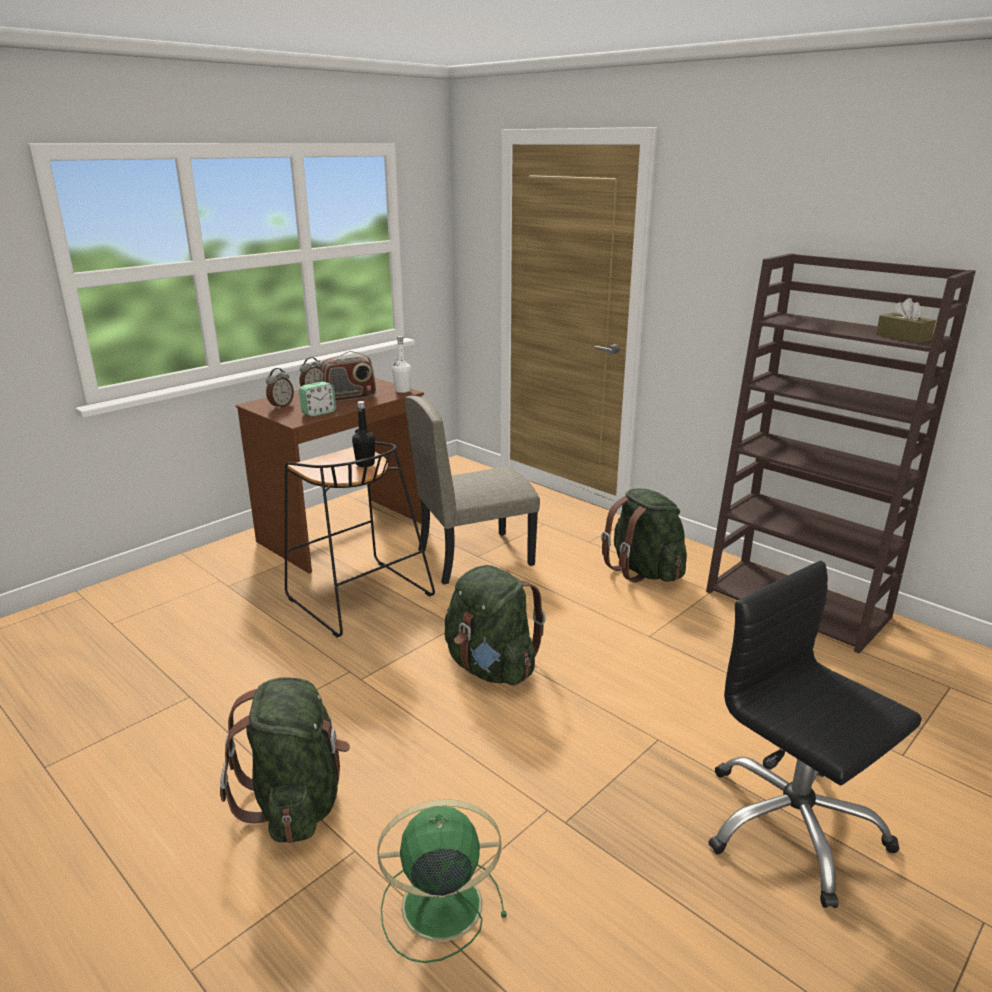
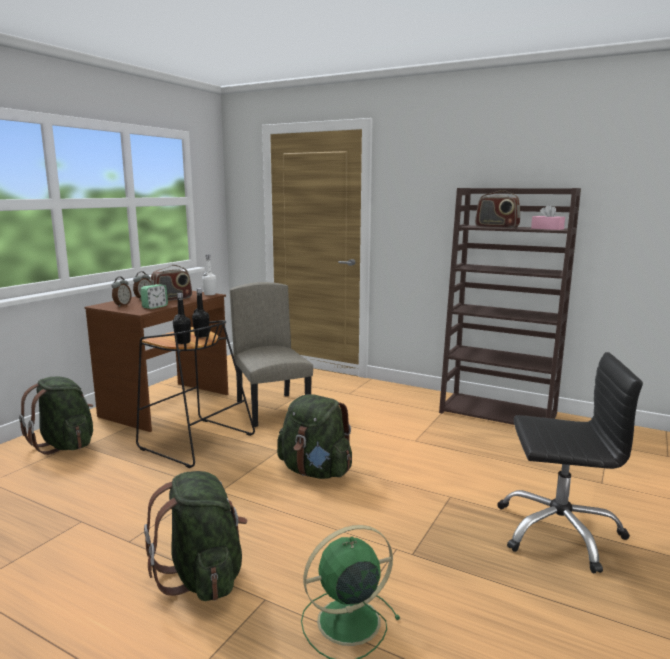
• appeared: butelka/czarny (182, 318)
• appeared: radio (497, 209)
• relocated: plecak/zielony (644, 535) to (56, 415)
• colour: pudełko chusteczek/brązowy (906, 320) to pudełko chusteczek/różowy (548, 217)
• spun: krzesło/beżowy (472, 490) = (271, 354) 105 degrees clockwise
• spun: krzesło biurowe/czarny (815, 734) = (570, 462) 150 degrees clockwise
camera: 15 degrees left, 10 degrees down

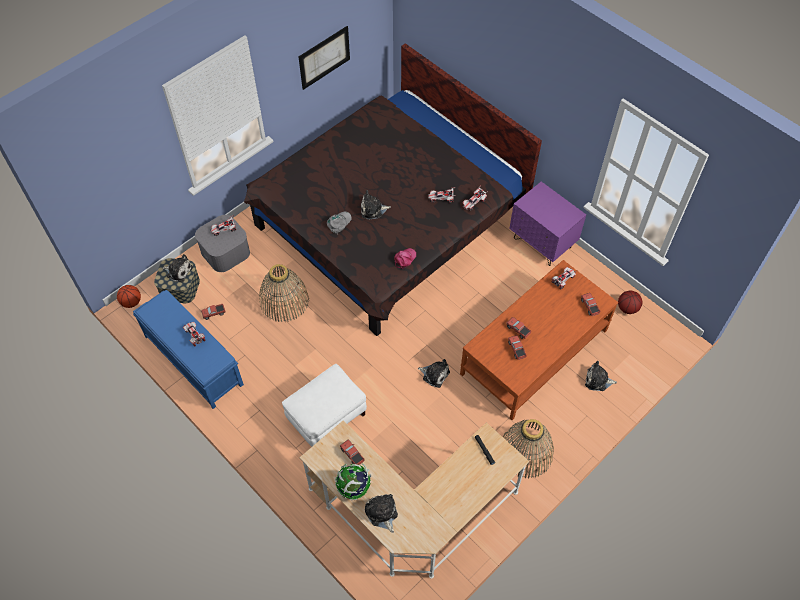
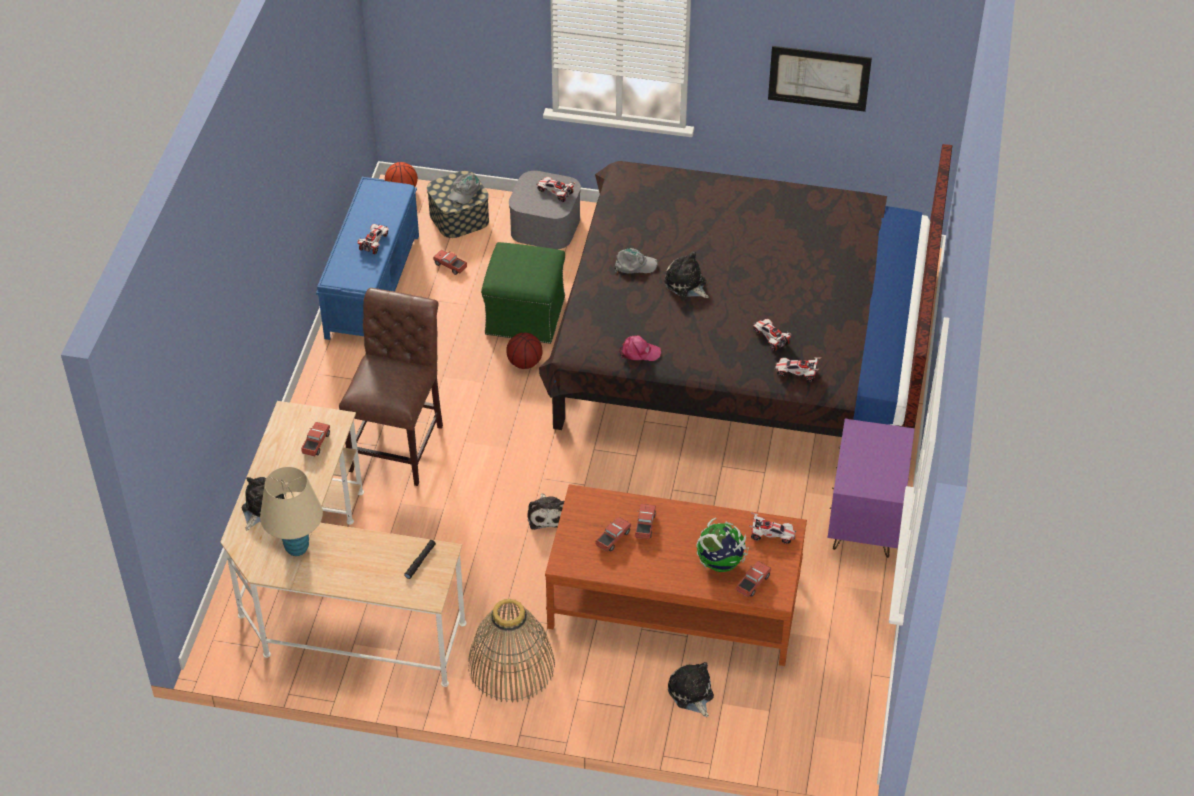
• appeared: lampa stołowa/beżowy (291, 511)
• relocated: globus (353, 481) to (723, 545)
• relocated: piłka do koszykówki (630, 302) to (524, 351)
• exchanged: pluszak (177, 268) to czapka z daszkiem/szary (464, 189)
• exchanged: koszyk (284, 293) to pufa/zielony (523, 293)
• exchanged: pufa/biały (324, 405) to krzesło/brązowy (391, 387)
camera: 55 degrees right, 10 degrees down

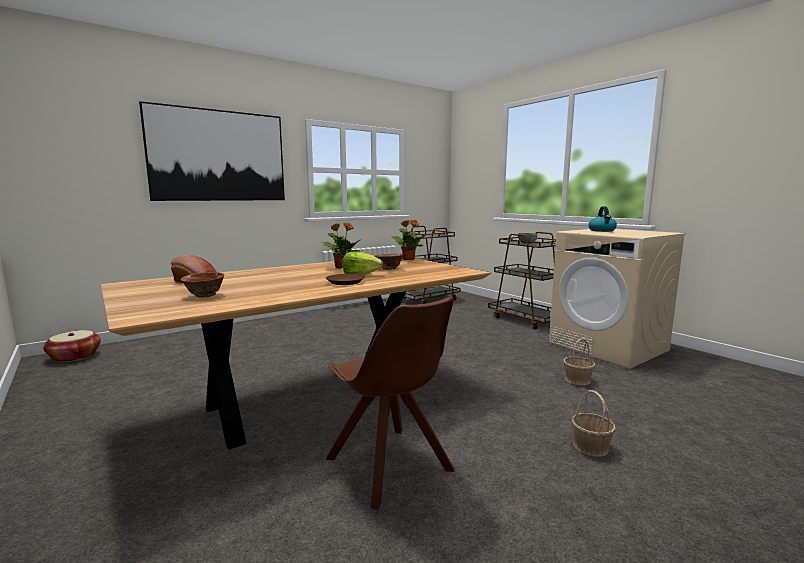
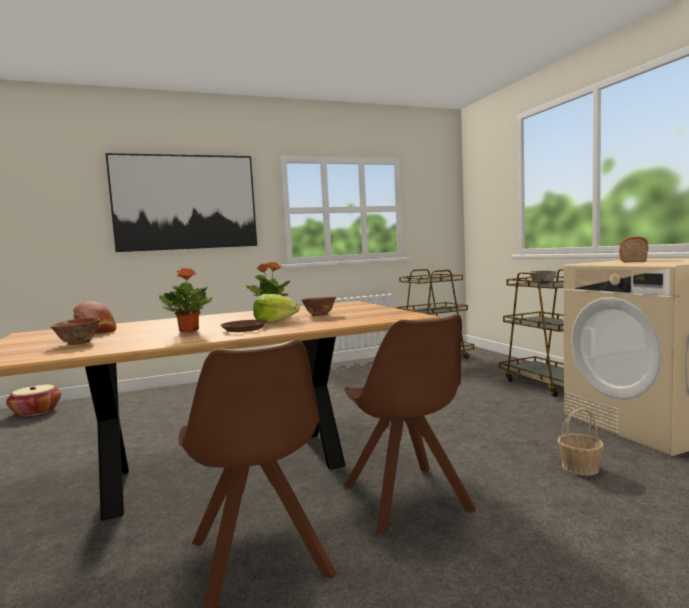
• missing: koszyk (594, 423)
• appeared: krzesło/brązowy (409, 424)
• relocated: roślina doniczkowa (409, 240) to (185, 300)
• exchanged: czajnik (603, 219) to chleb (634, 249)
camera: 15 degrees right, 5 degrees down

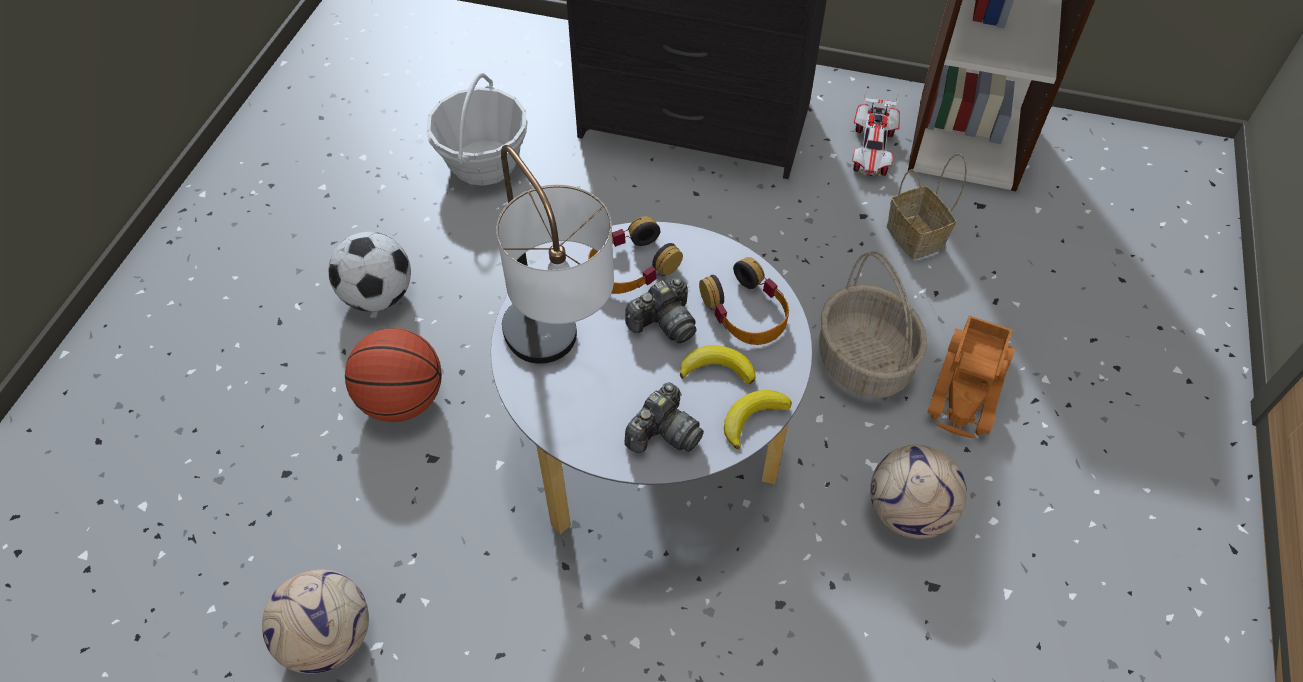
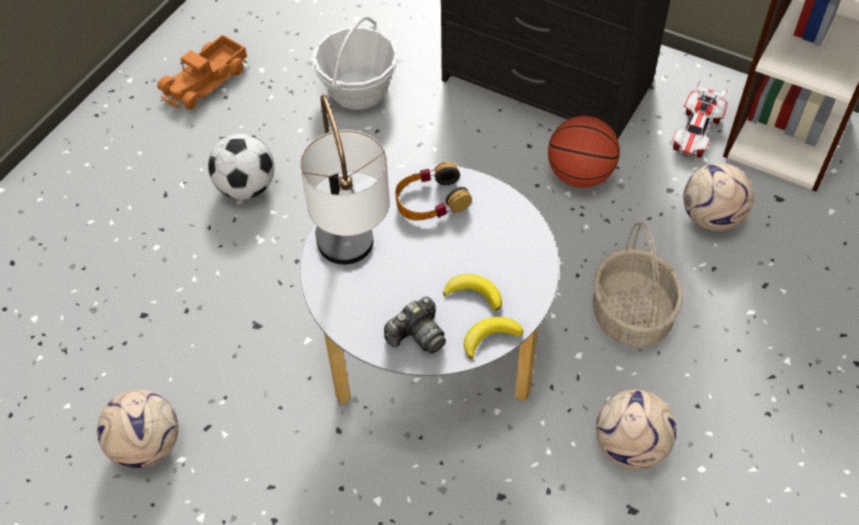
• missing: aparat fotograficzny (660, 310)
• missing: słuchawki (744, 301)
• relocated: piłka do koszykówki (393, 375) to (584, 152)
• relocated: ciężarówka zabawkowa (971, 376) to (202, 71)
• exchanged: koszyk (927, 206) to piłka futbolowa (718, 197)
camera: 15 degrees right, 0 degrees up

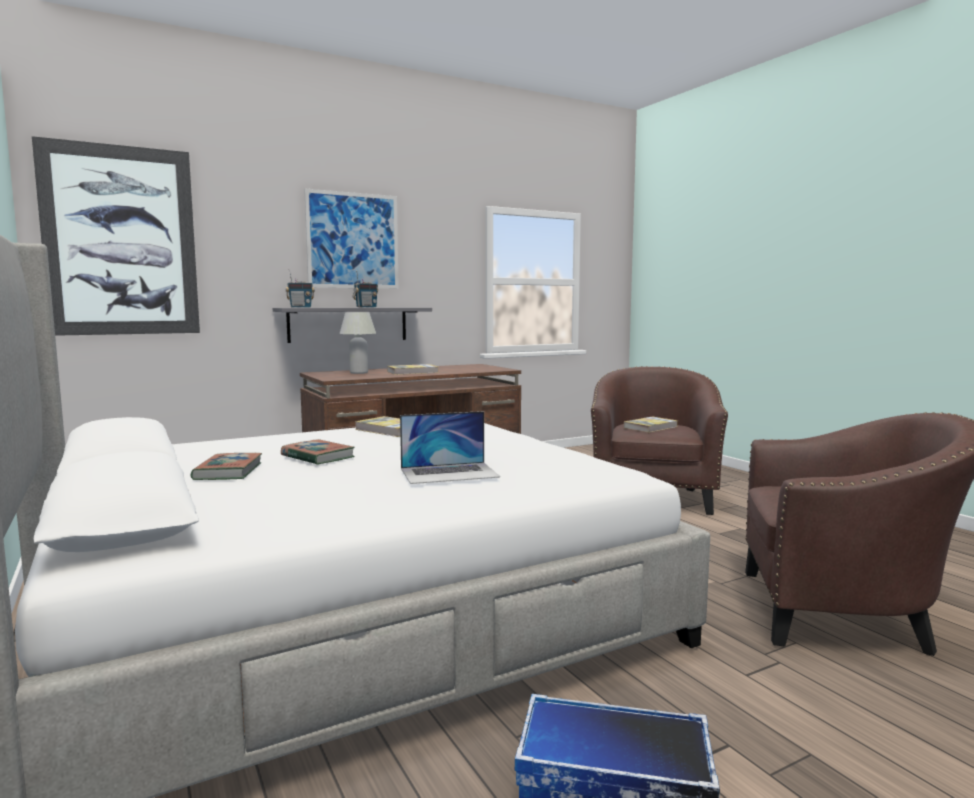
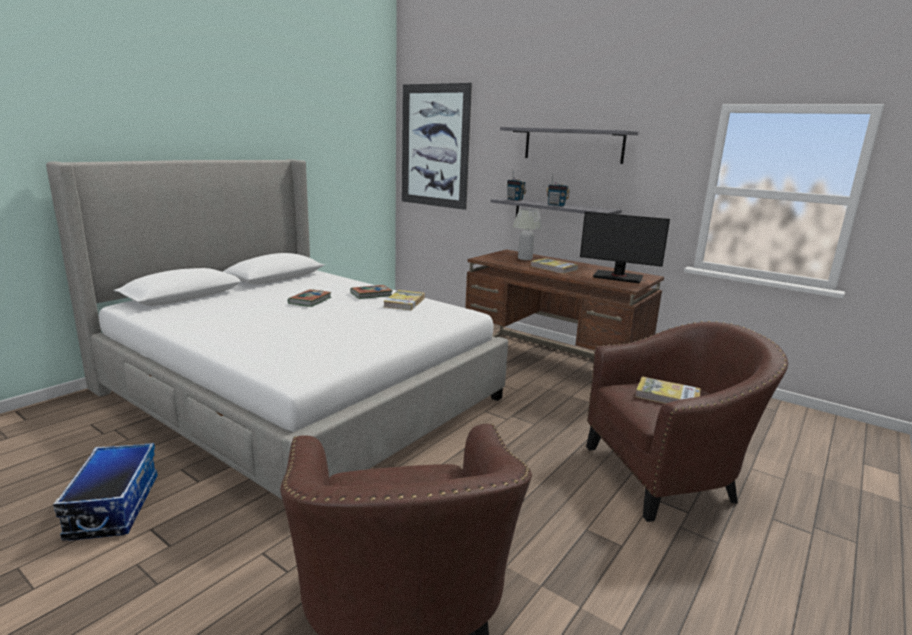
• missing: laptop (450, 447)
• appeared: monitor (625, 247)
• relocated: książka (226, 466) to (371, 292)
• exchanged: obraz (351, 239) to półka/szary (569, 145)
camera: 65 degrees right, 10 degrees up

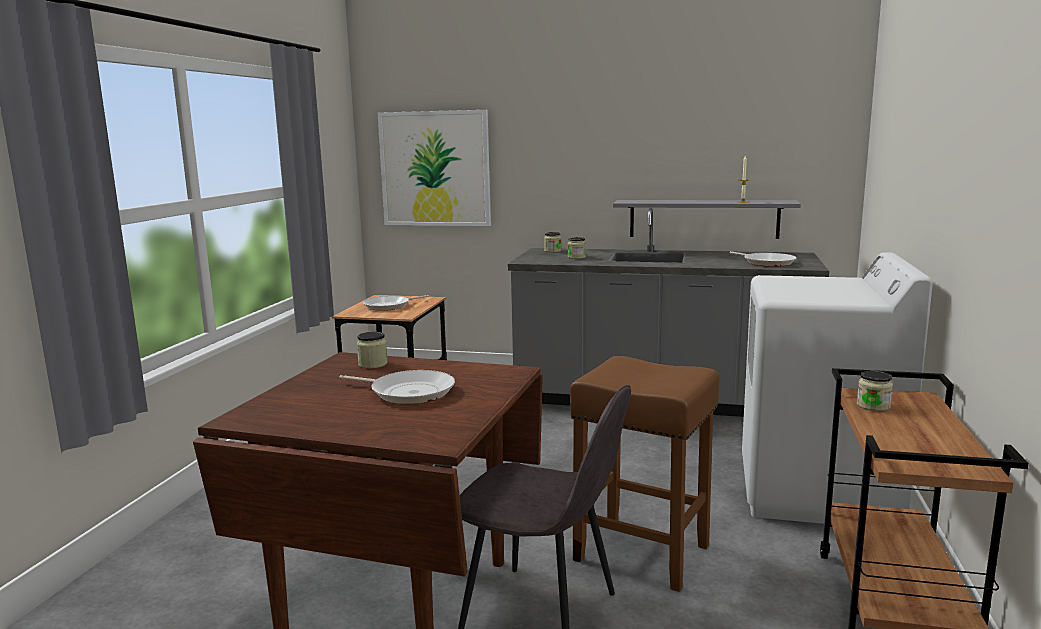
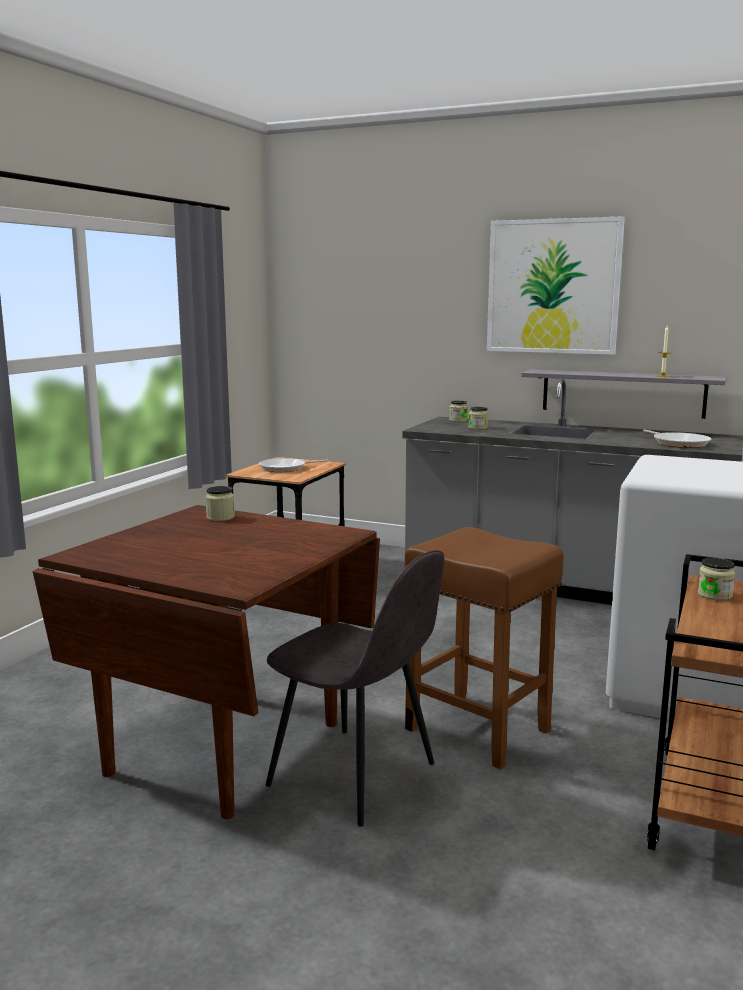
• missing: patelnia (397, 387)
• relocated: obraz (434, 168) to (556, 285)
camera: 10 degrees right, 0 degrees up

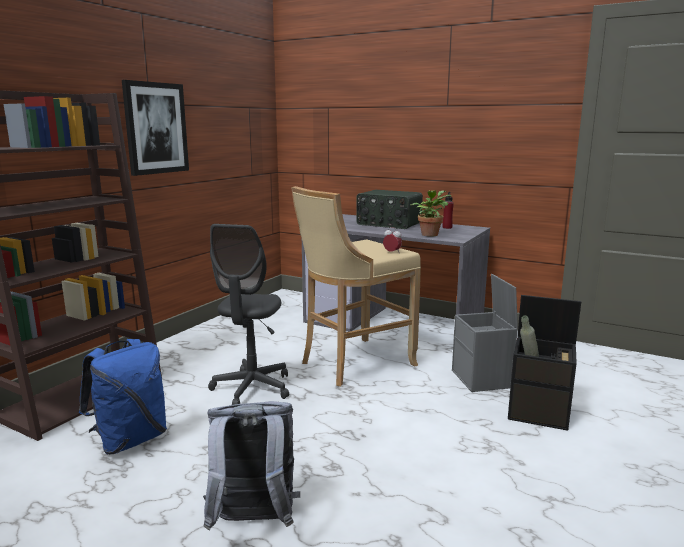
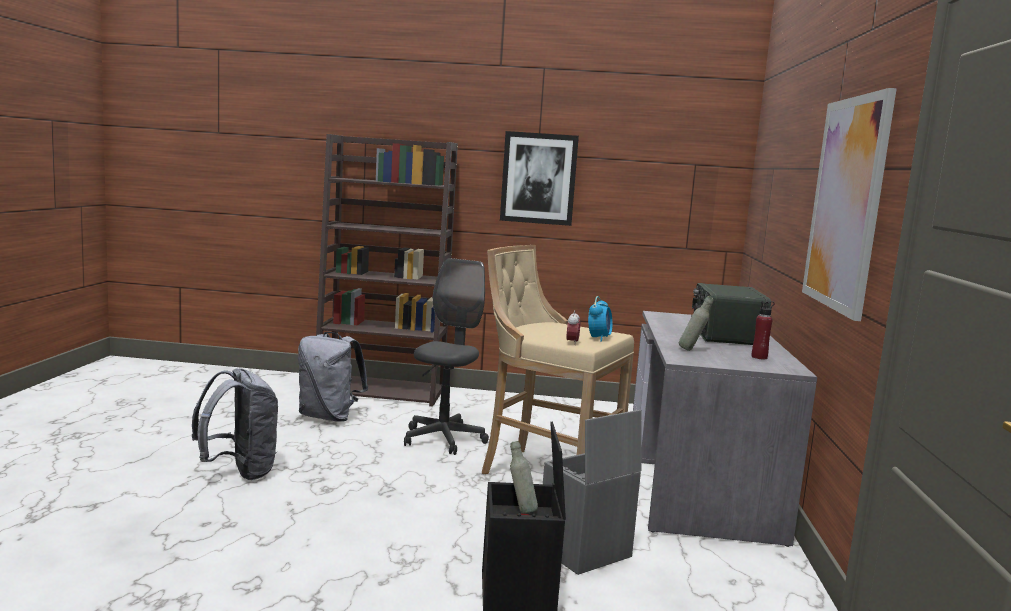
• appeared: budzik (600, 319)
• appeared: obraz (849, 204)
• exchanged: roślina doniczkowa (430, 213) to butelka/szary (696, 323)
• colour: plecak/niebieski (123, 397) to plecak/szary (333, 377)
• spun: krzesło biurowe/szary (248, 314) = (446, 356) 120 degrees clockwise
camera: 65 degrees right, 5 degrees down

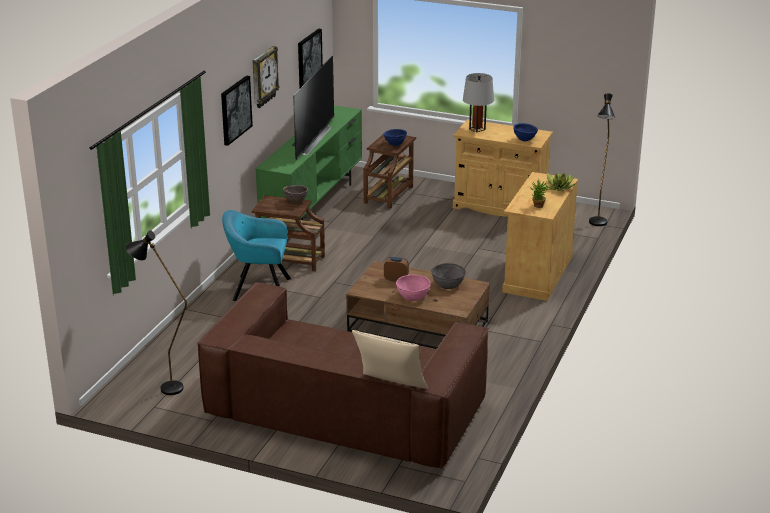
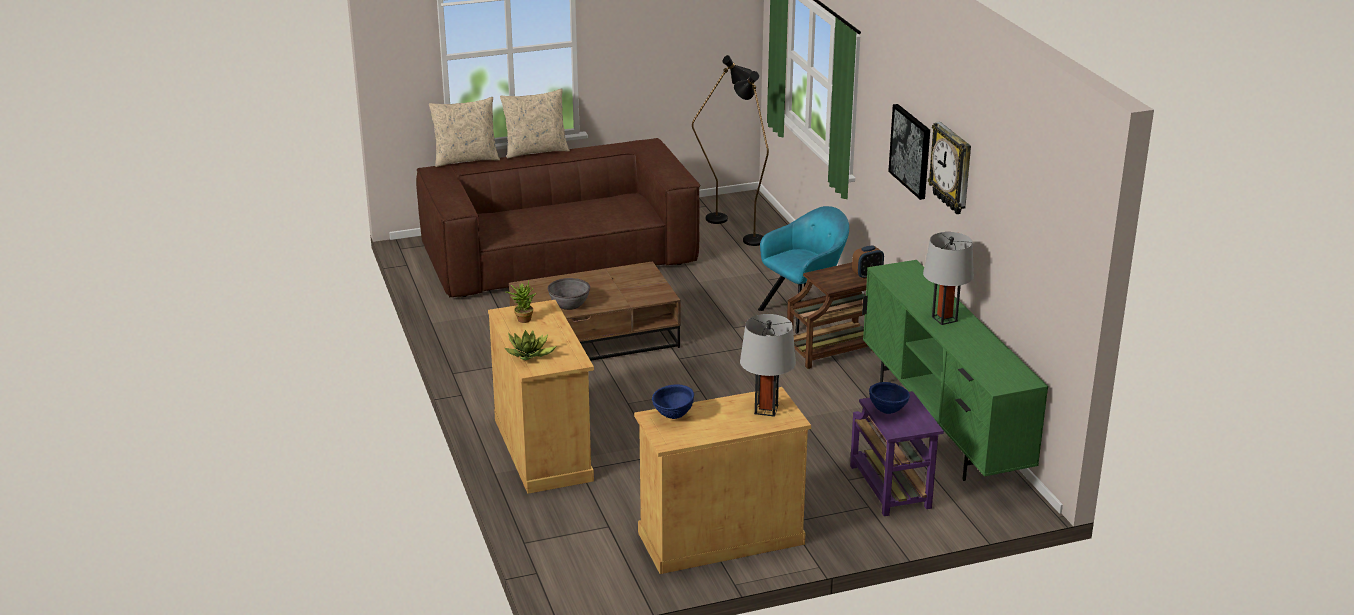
• missing: miska/brązowy (295, 194)
• missing: obraz (310, 58)
• missing: miska/różowy (413, 288)
• appeared: poduszka/beżowy (535, 124)
• relocated: budzik (396, 269) to (868, 262)
• relocated: lampa stojąca/czarny (602, 159) to (751, 158)
• exchanged: telewizor (313, 108) to lampa stołowa/szary (948, 278)
• colour: stolik/brązowy (389, 171) to stolik/fioletowy (897, 453)
camera: 140 degrees right, 0 degrees up

